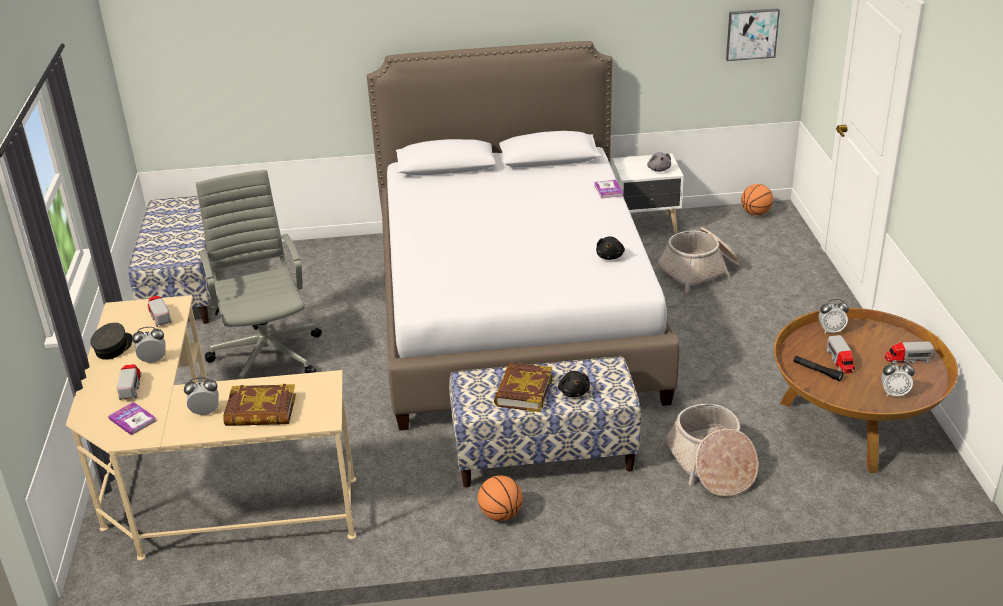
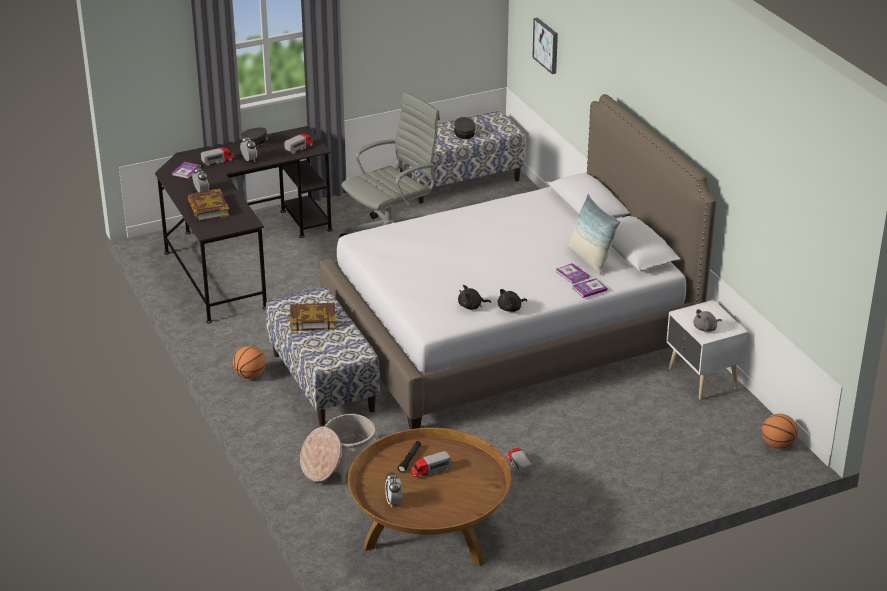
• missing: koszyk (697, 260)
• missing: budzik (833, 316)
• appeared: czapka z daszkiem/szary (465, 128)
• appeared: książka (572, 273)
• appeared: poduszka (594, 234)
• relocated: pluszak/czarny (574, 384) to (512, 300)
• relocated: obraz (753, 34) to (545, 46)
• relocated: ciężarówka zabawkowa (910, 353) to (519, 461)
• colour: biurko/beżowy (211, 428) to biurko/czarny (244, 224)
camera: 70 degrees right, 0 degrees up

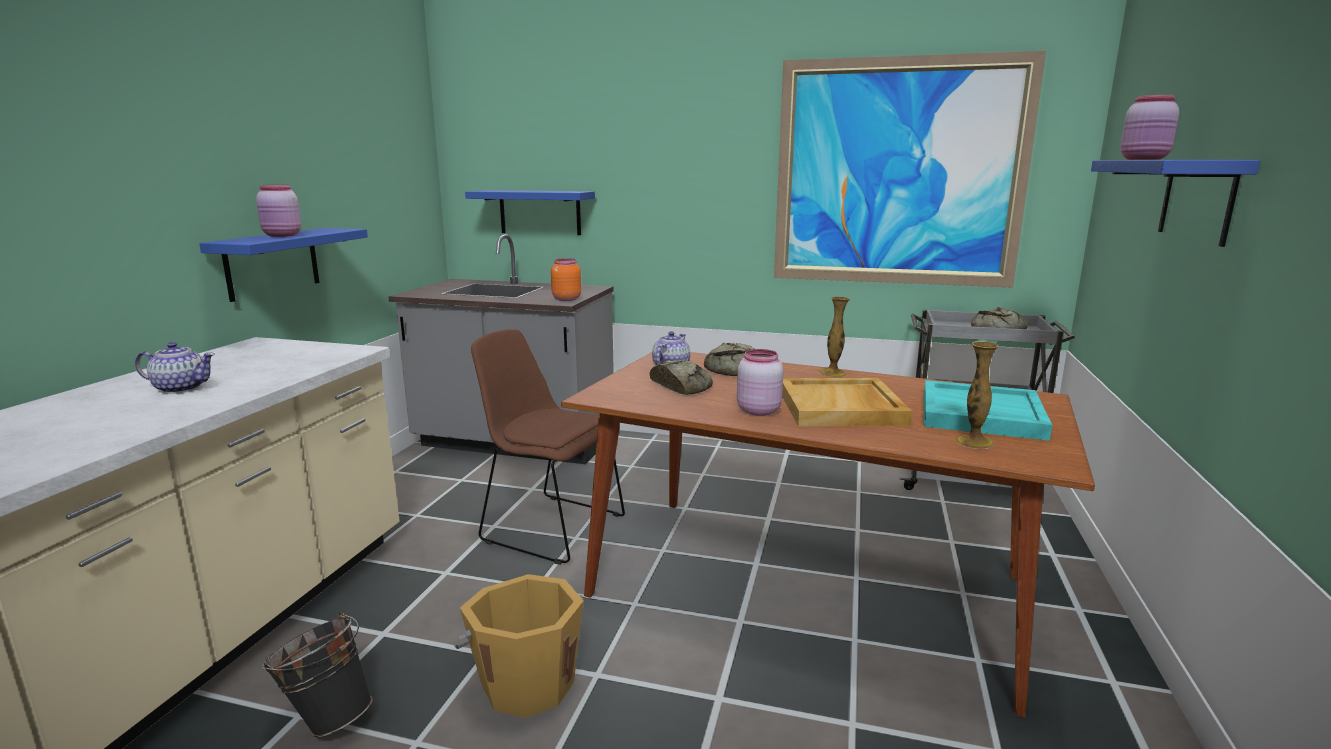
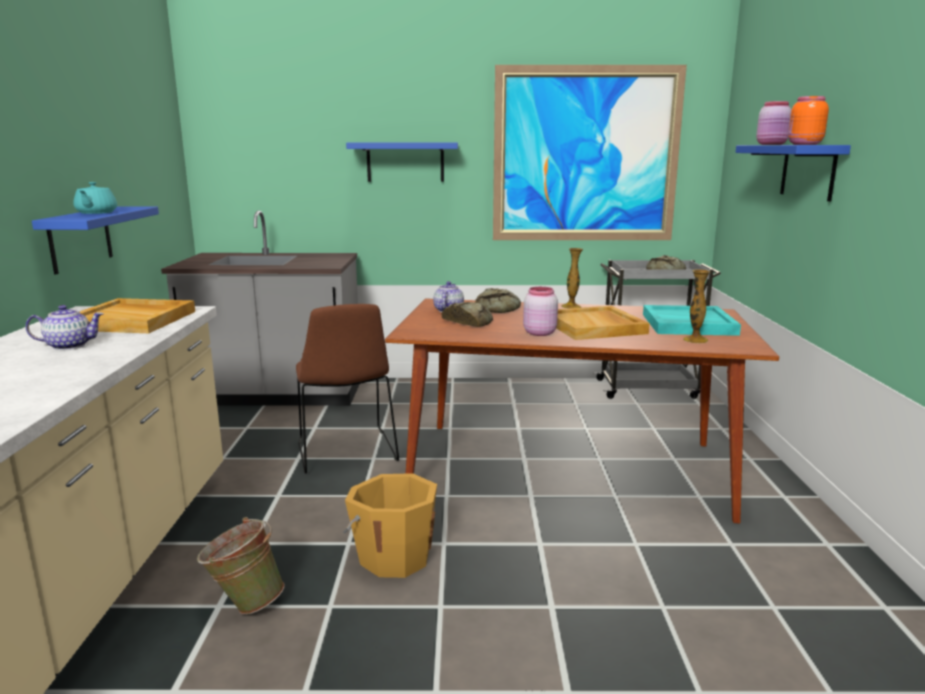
• appeared: taca/beżowy (137, 315)
• relocated: półka/niebieski (530, 212) to (402, 162)
• relocated: słoik/pomarańczowy (566, 279) to (808, 120)
• exchanged: słoik/różowy (278, 211) to imbryk/turkusowy (95, 198)
• colour: wiadro/czarny (317, 674) to wiadro/zielony (241, 566)
• spun: krzesło/brązowy (548, 447) = (347, 389) 120 degrees counterclockwise
camera: 15 degrees left, 0 degrees up

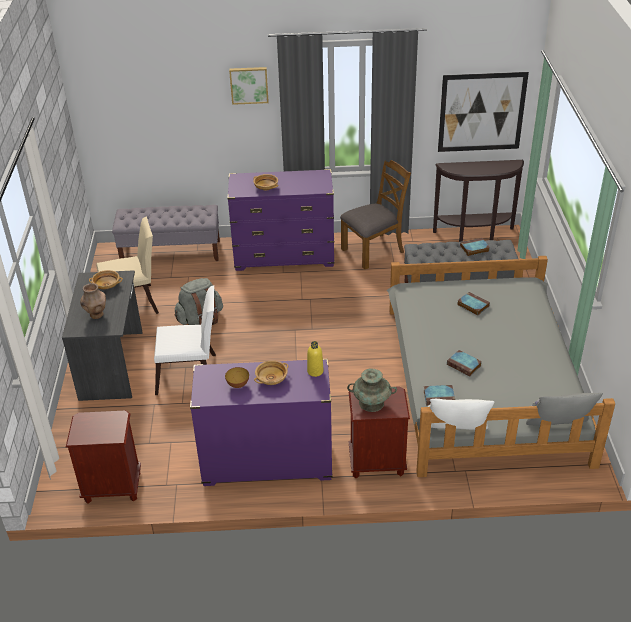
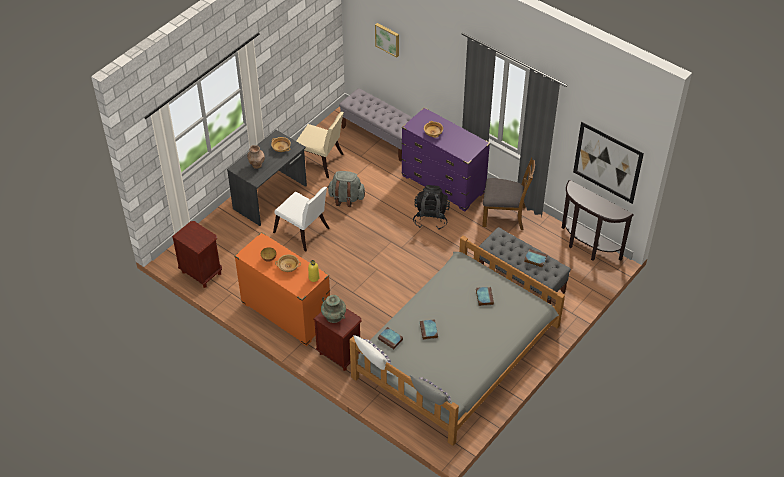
• appeared: plecak/czarny (431, 207)
• relocated: obraz (249, 86) to (387, 40)
• colour: komoda/fioletowy (261, 422) to komoda/pomarańczowy (282, 289)
camera: 40 degrees right, 10 degrees up

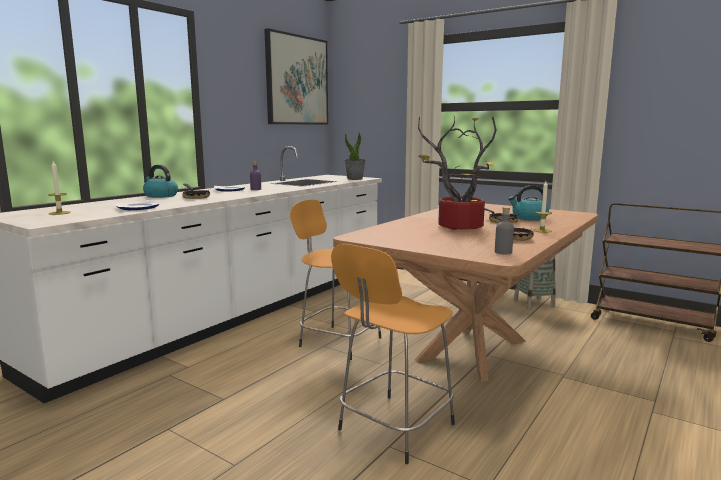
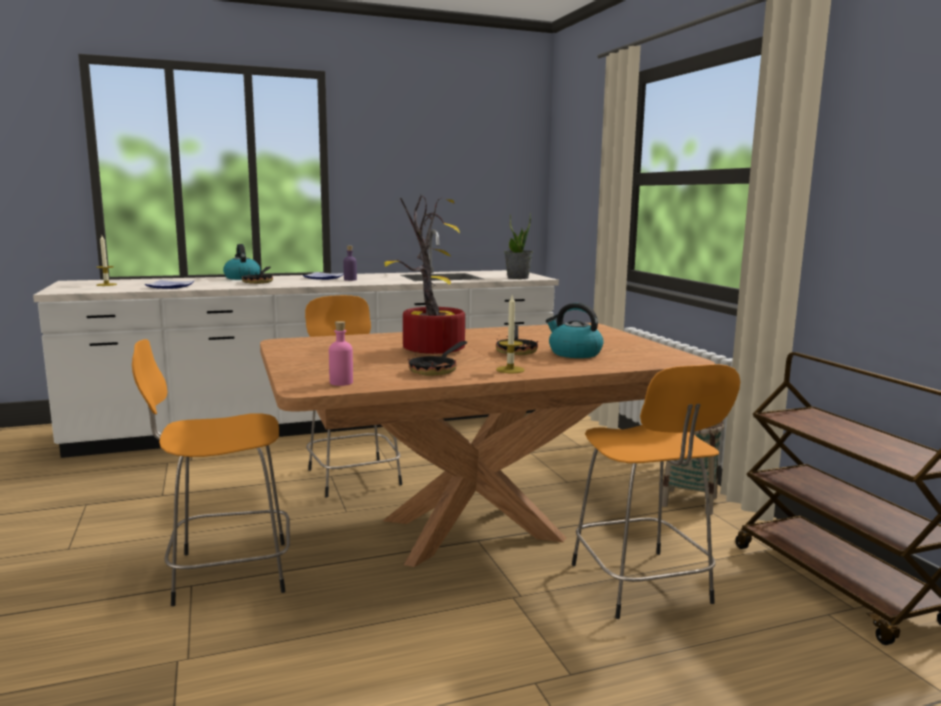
• missing: obraz (296, 76)
• appeared: stołek/pomarańczowy (656, 491)
• colour: butelka/szary (504, 231) to butelka/różowy (341, 353)
camera: 35 degrees right, 0 degrees up

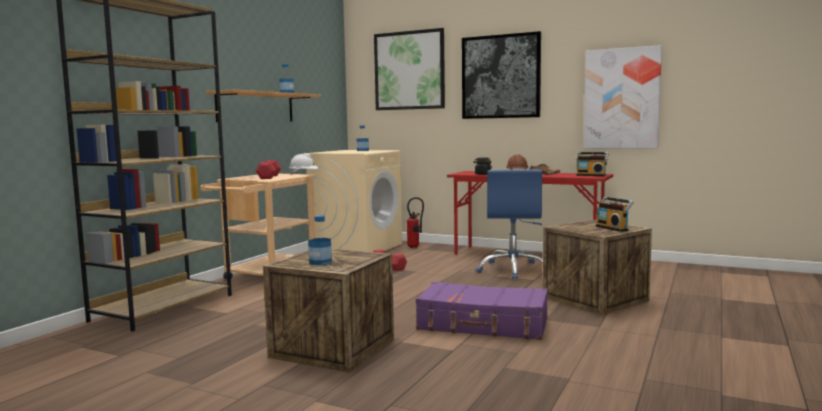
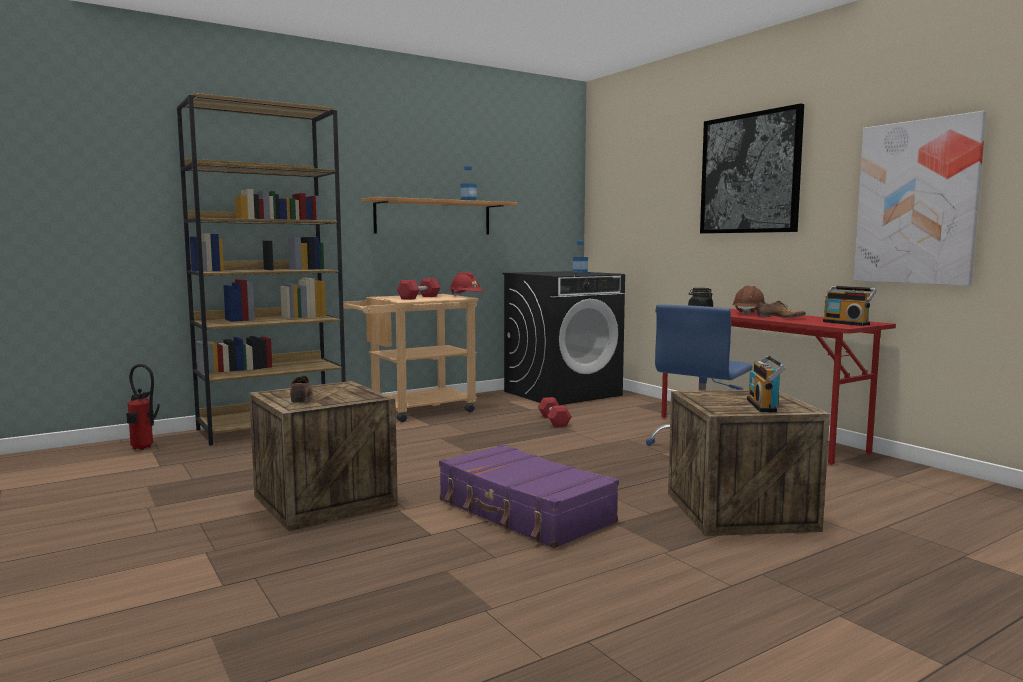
• missing: obraz (409, 69)
• relocated: gaśnica (415, 222) to (143, 407)
• exchanged: butelka (320, 240) to but (301, 388)
• colour: kask/biały (304, 164) to kask/czerwony (466, 284)
• colour: pralka/beżowy (353, 201) to pralka/czarny (564, 338)
camera: 30 degrees right, 0 degrees up

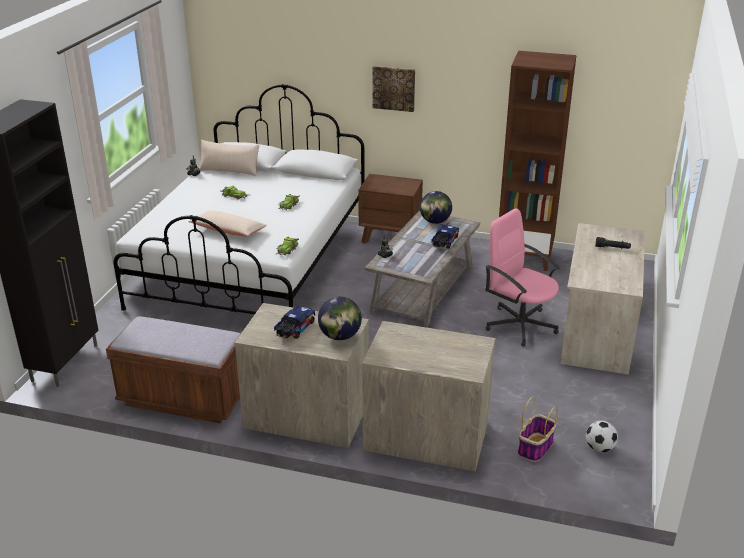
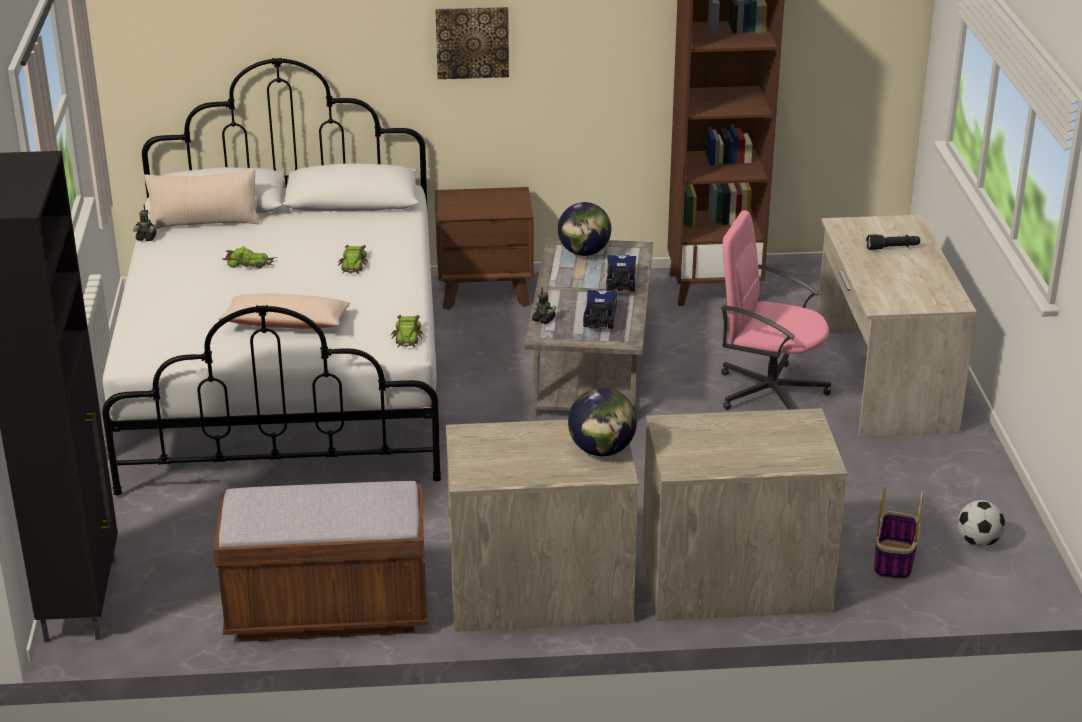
• relocated: ciężarówka zabawkowa (294, 322) to (600, 309)
camera: 20 degrees left, 0 degrees up

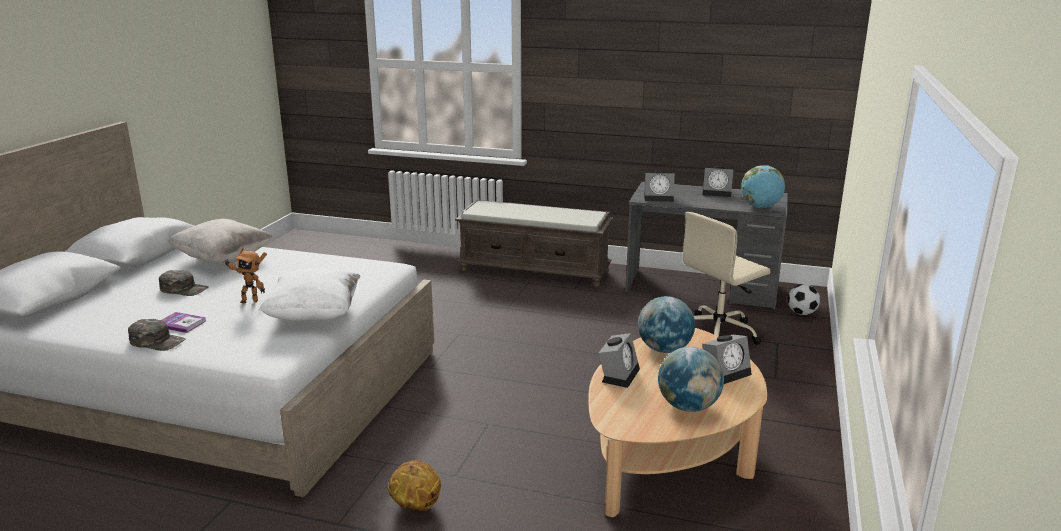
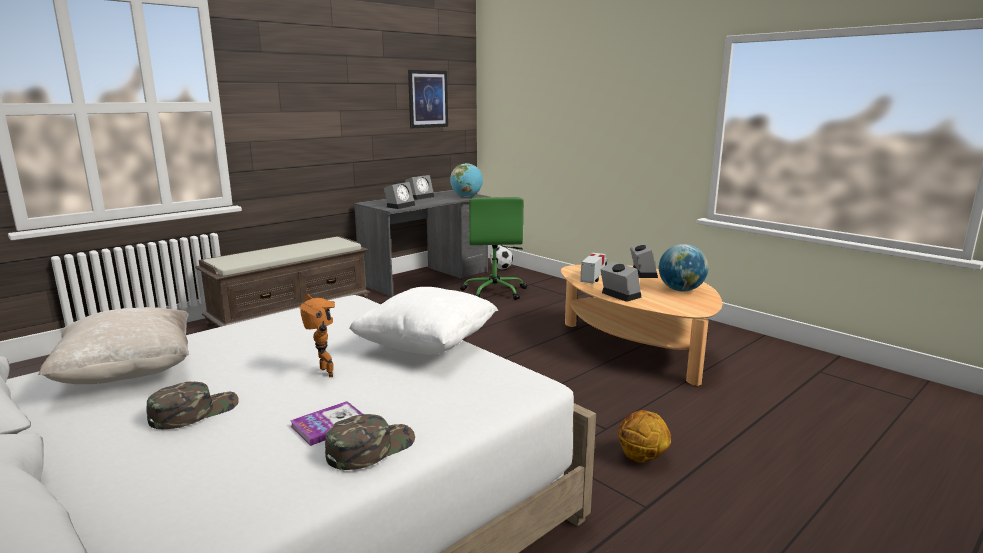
• appeared: obraz (428, 99)
• exchanged: globus (666, 324) to ciężarówka zabawkowa (594, 268)
• colour: krzesło biurowe/beżowy (727, 278) to krzesło biurowe/zielony (493, 248)
• spun: robot zabawkowy (245, 275) = (317, 336) 60 degrees counterclockwise
camera: 60 degrees left, 5 degrees down

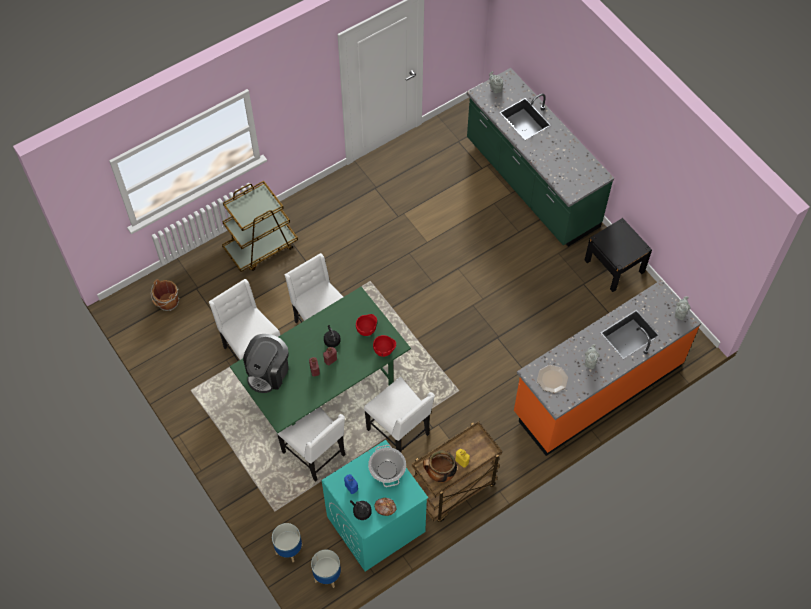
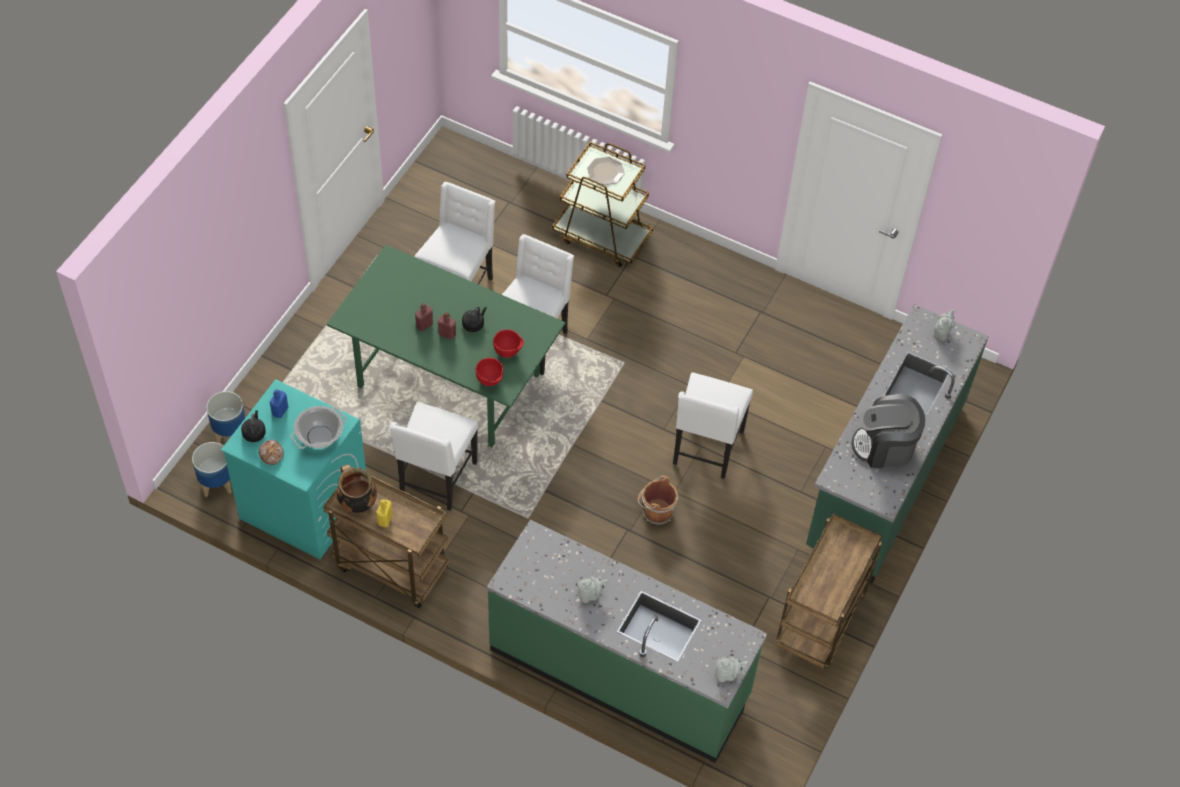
• relocated: wiadro/brązowy (165, 295) to (657, 500)
• relocated: ekspres do kawy (266, 363) to (888, 431)
• relocated: krzesło/biały (310, 444) to (713, 425)
• relocated: talerz (552, 379) to (606, 171)
• exchanged: szafka nocna/czarny (618, 255) to wózek/brązowy (829, 591)
• colour: zabudowa kuchenna/pomarańczowy (607, 368) to zabudowa kuchenna/zielony (627, 641)
camera: 60 degrees right, 5 degrees down

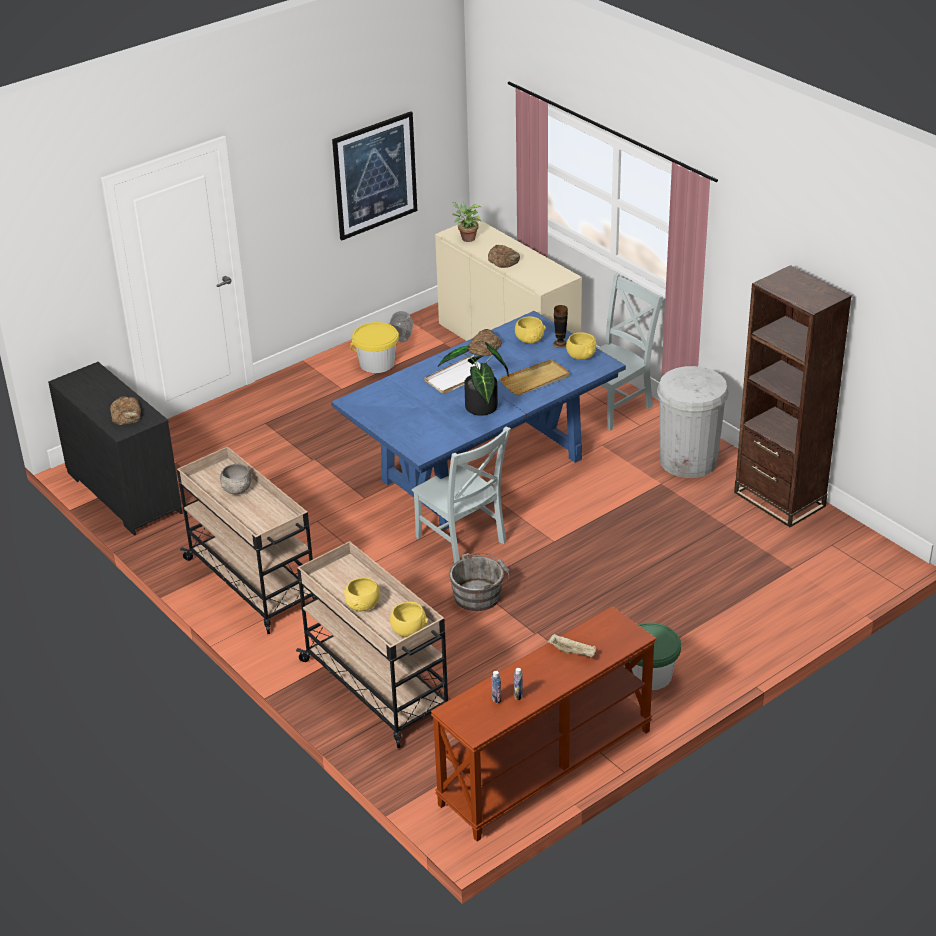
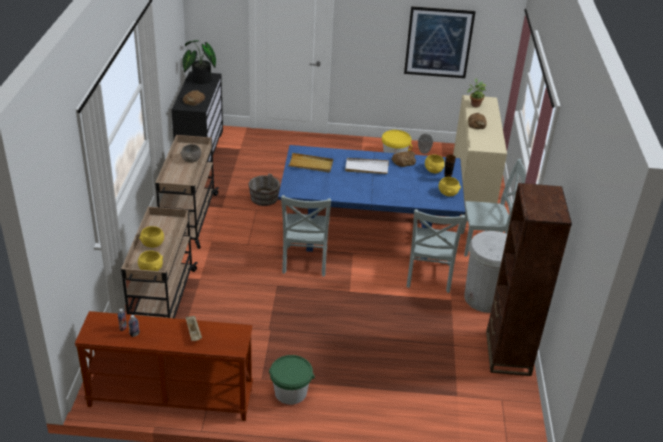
• appeared: krzesło/szary (435, 251)
• relocated: roślina doniczkowa (473, 379) to (199, 62)
• relocated: wiadro/szary (479, 582) to (265, 189)
• relocated: taca/beżowy (535, 377) to (310, 163)
camera: 40 degrees right, 0 degrees up

